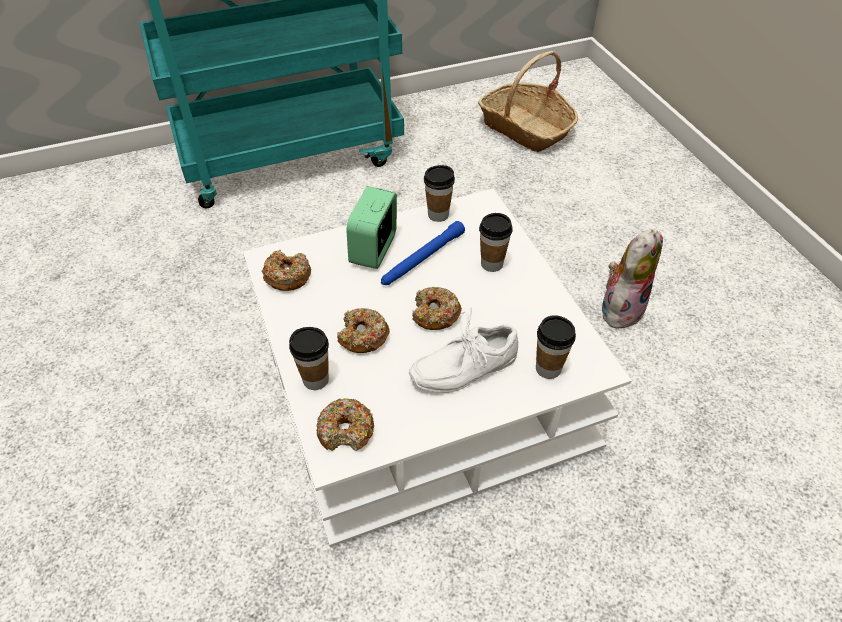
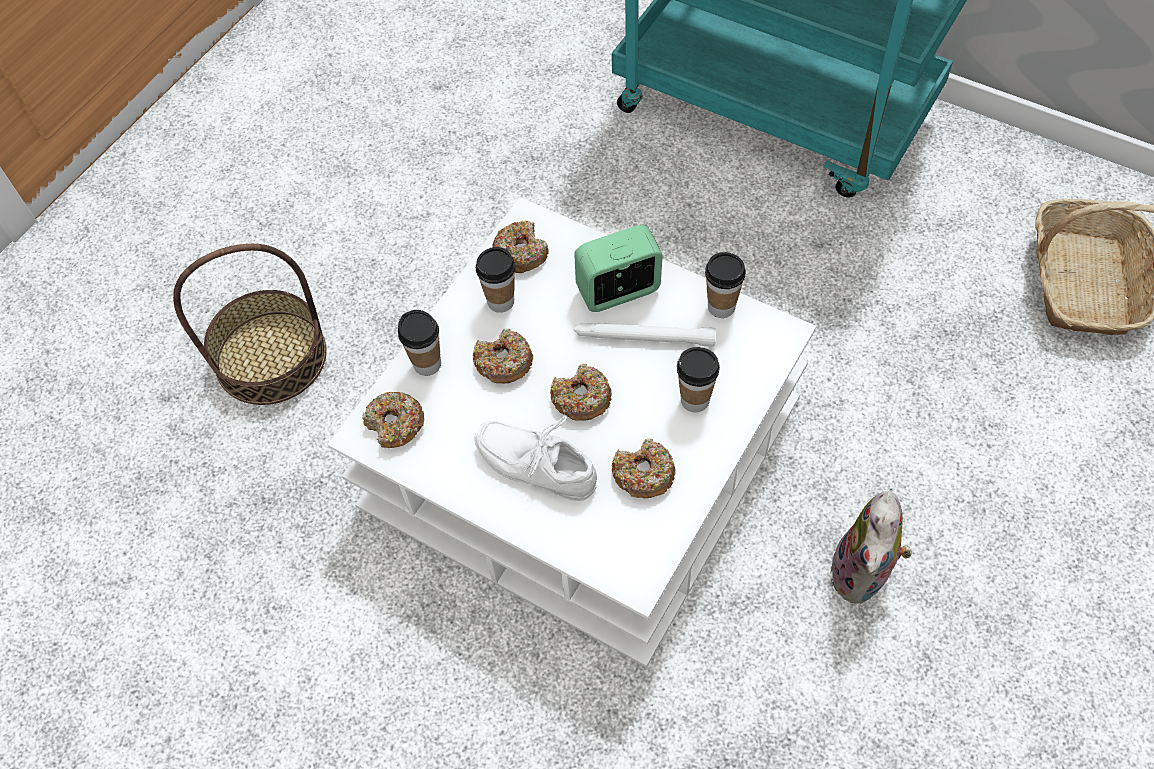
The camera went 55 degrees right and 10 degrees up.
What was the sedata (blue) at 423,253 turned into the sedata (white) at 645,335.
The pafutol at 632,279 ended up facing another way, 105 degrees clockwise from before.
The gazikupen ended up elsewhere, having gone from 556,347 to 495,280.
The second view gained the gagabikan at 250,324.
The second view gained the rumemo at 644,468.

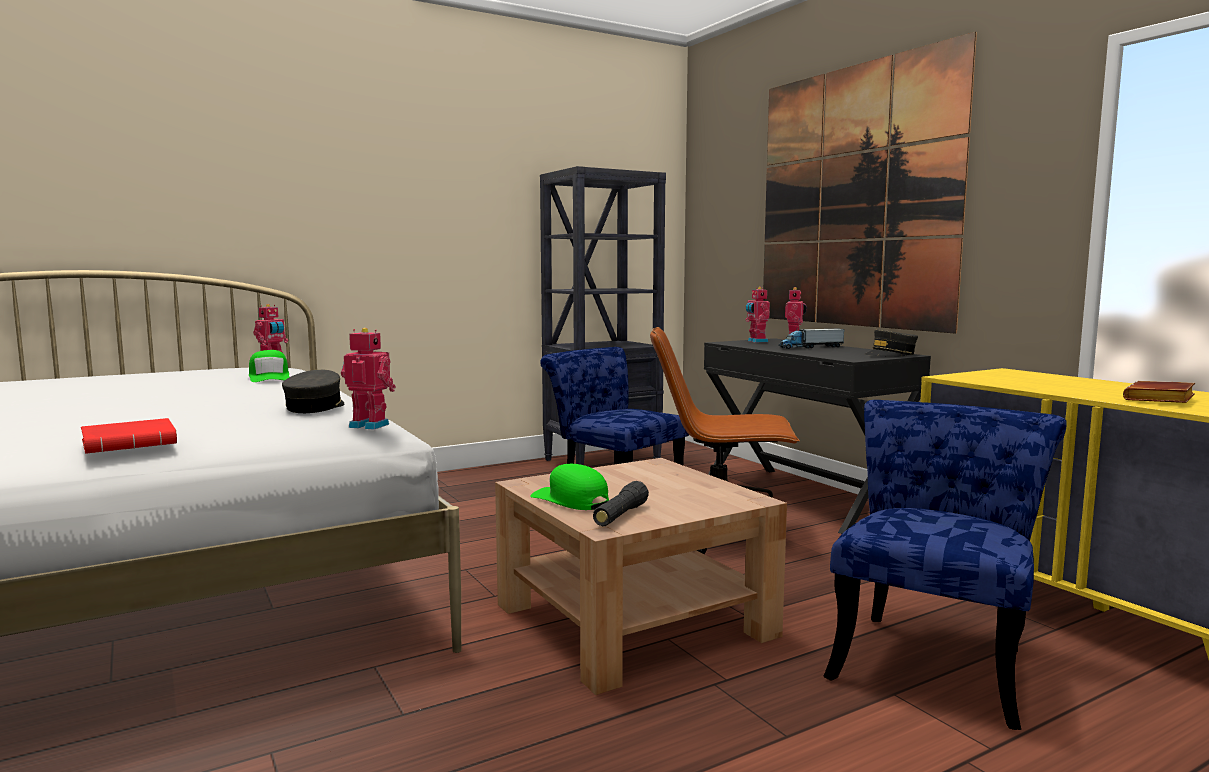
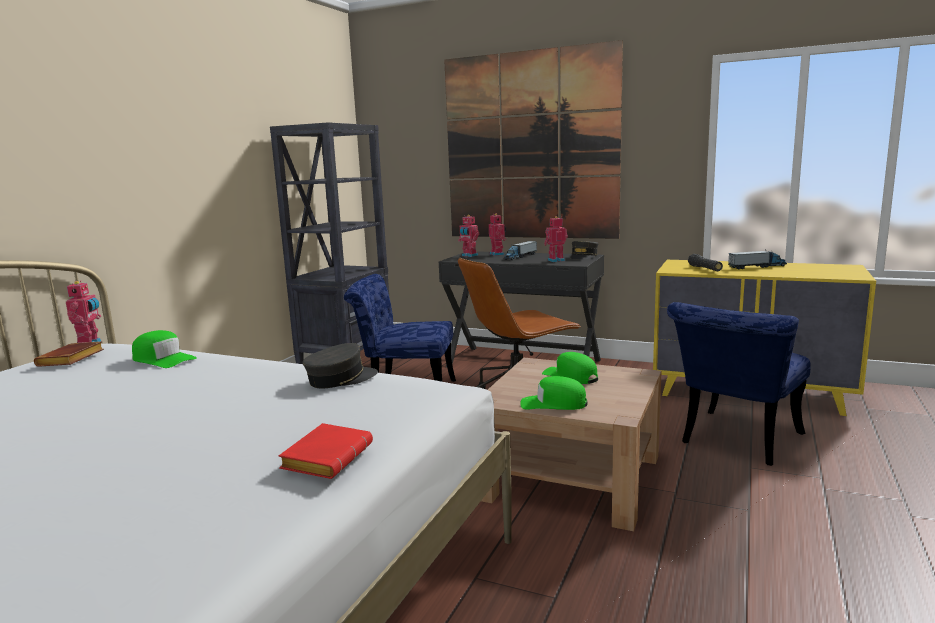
The camera went 35 degrees left and 5 degrees up.
The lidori ended up elsewhere, having gone from 368,379 to 556,239.
The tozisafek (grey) at 313,391 ended up facing another way, 90 degrees clockwise from before.
The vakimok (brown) ended up elsewhere, having gone from 1159,392 to 69,354.
The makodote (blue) at 945,565 ended up facing another way, 135 degrees counterclockwise from before.
The sedata (black) ended up elsewhere, having gone from 621,503 to 705,262.
The second view gained the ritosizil at 757,259.
The second view gained the tozisafek (green) at 570,368.

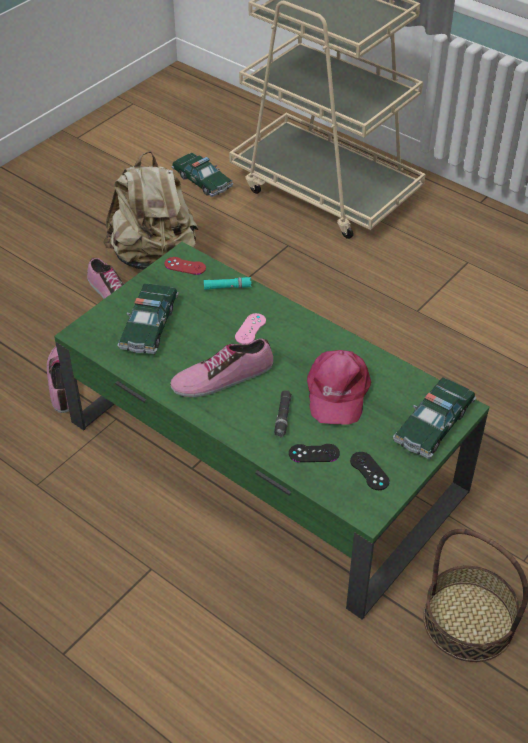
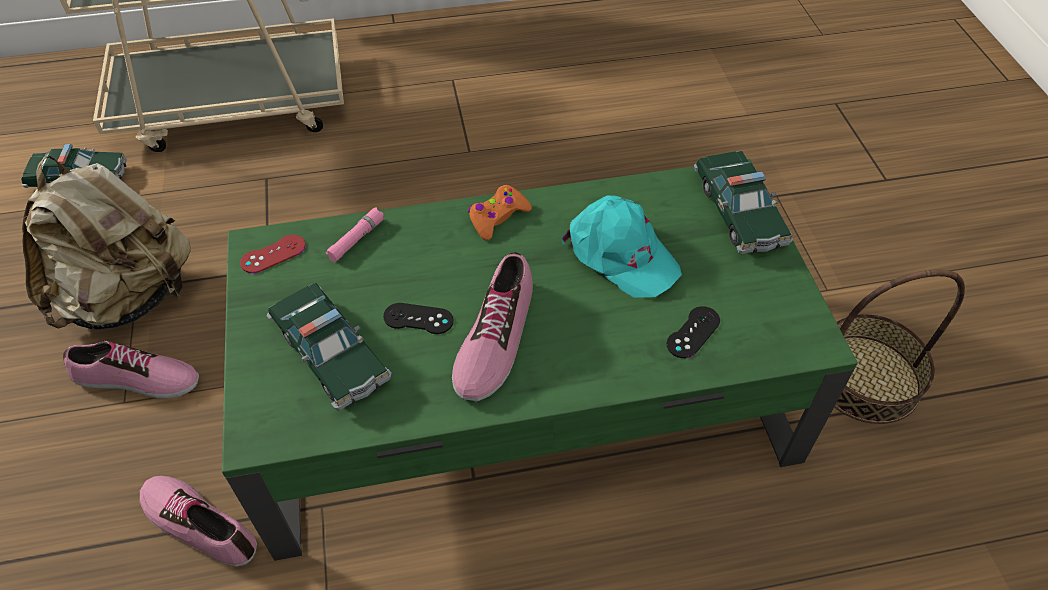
The camera went 50 degrees left and 5 degrees up.
What was the sedata (turquoise) at 227,283 turned into the sedata (pink) at 355,234.
The second view lost the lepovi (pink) at 250,328.
What was the tozisafek (pink) at 339,387 turned into the tozisafek (turquoise) at 622,246.
The second view lost the sedata (black) at 283,413.
The lepovi (black) ended up elsewhere, having gone from 370,471 to 418,318.
The second view gained the lepovi (orange) at 500,213.

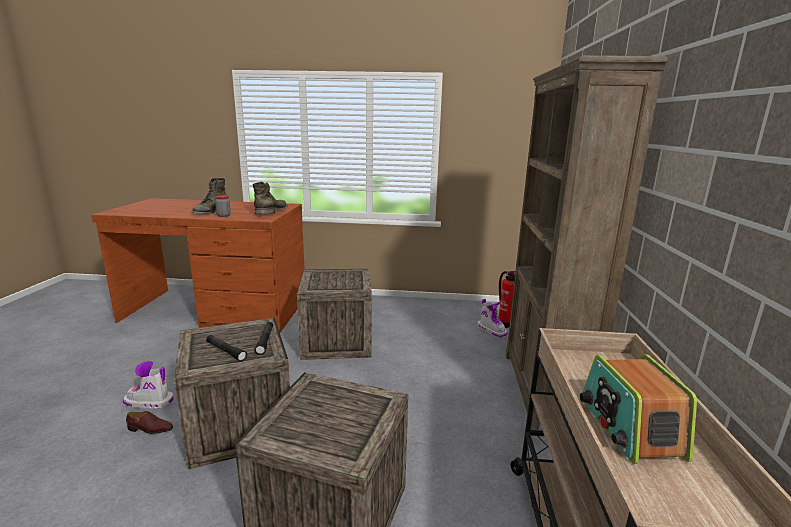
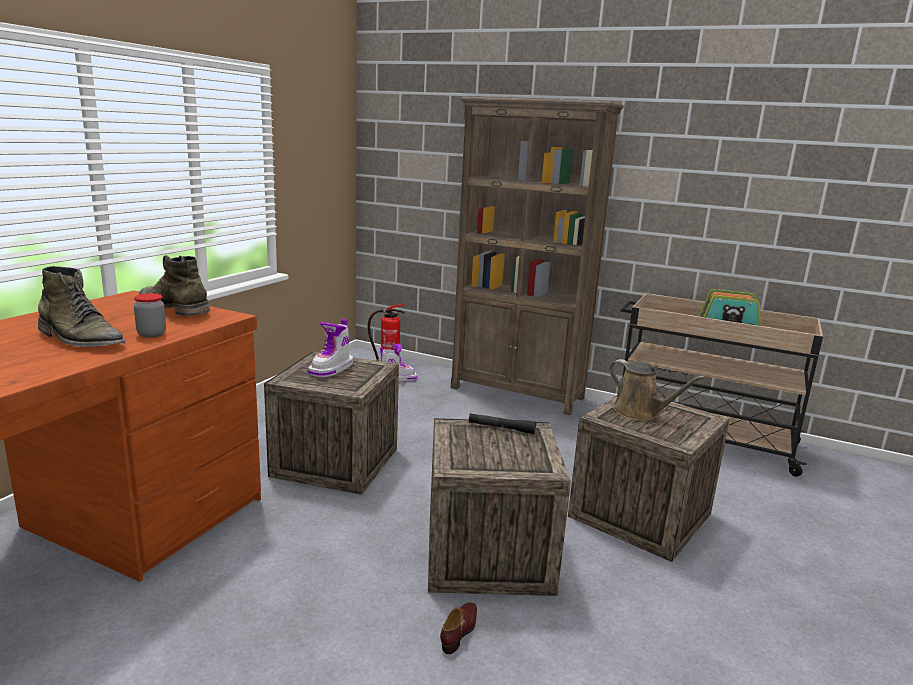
The camera went 70 degrees left and 0 degrees up.
The second view lost the sedata (black) at 226,348.
The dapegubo ended up elsewhere, having gone from 148,385 to 330,348.
The second view gained the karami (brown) at 657,390.

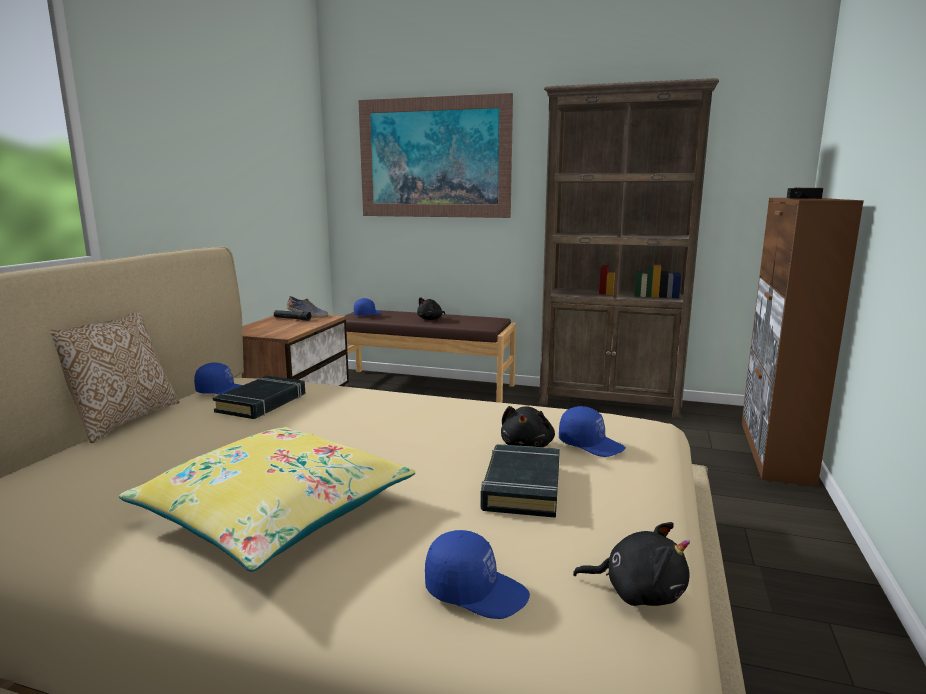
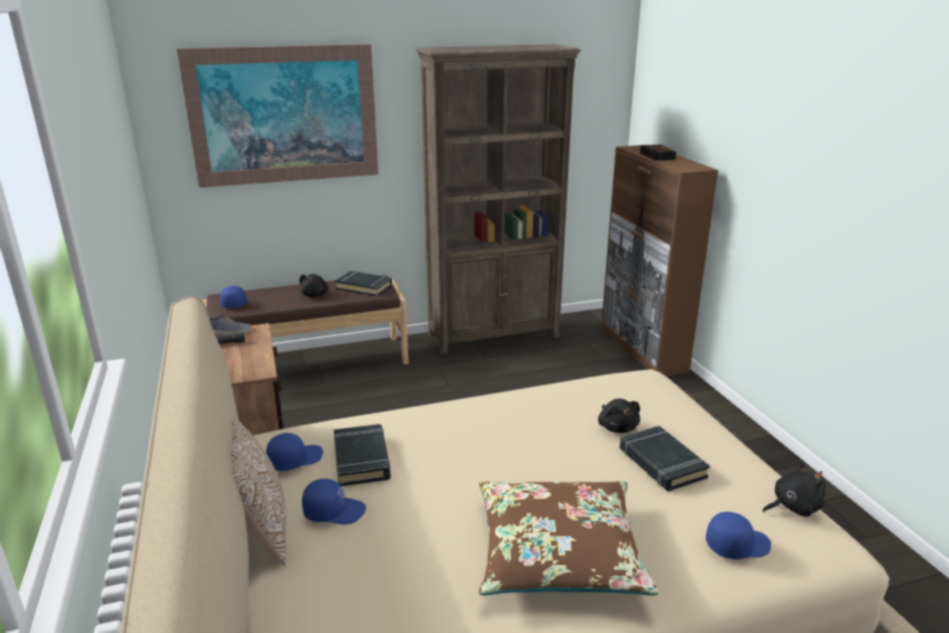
The camera went 35 degrees left and 10 degrees up.
The tozisafek (blue) ended up elsewhere, having gone from 592,431 to 334,501.
What was the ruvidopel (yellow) at 267,499 turned into the ruvidopel (brown) at 569,538.
The second view gained the vakimok (black) at 363,283.

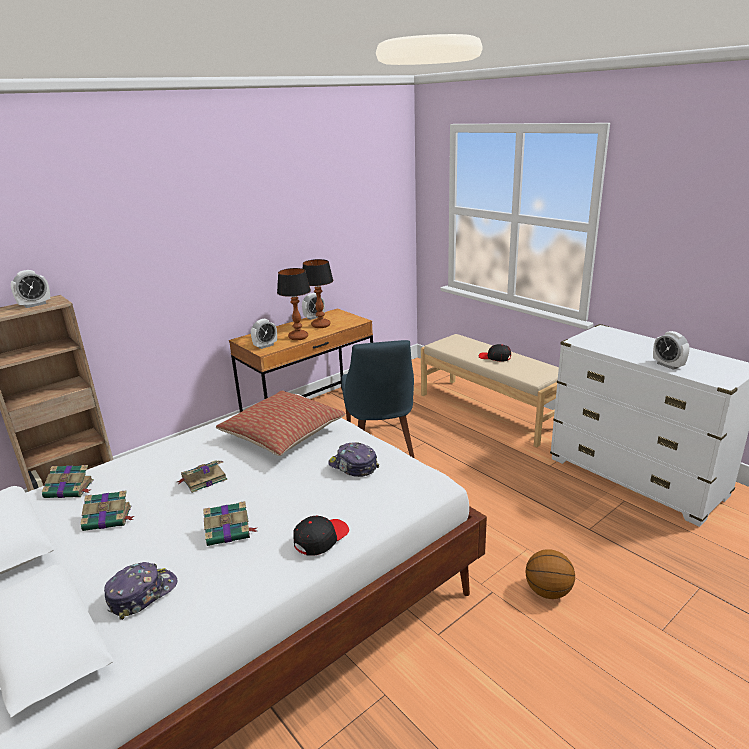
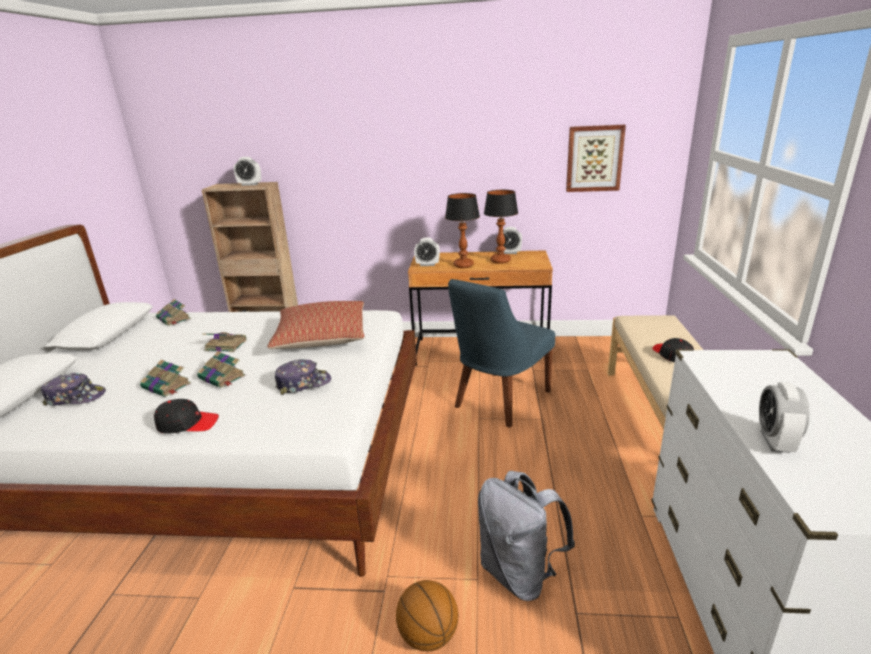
The camera went 45 degrees right and 0 degrees up.
The tozisafek at 353,459 ended up facing another way, 75 degrees clockwise from before.
The vakimok ended up elsewhere, having gone from 107,510 to 221,369.
The second view gained the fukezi at 596,158.
The second view gained the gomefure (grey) at 526,536.

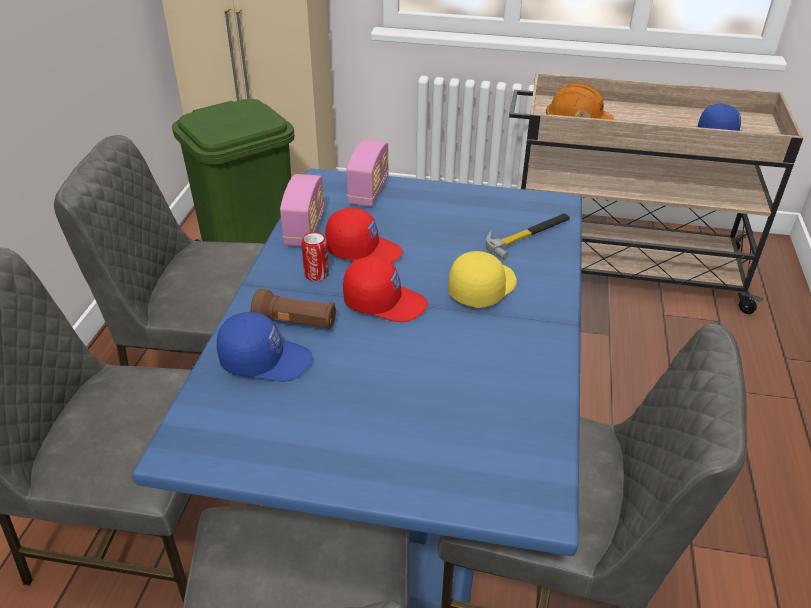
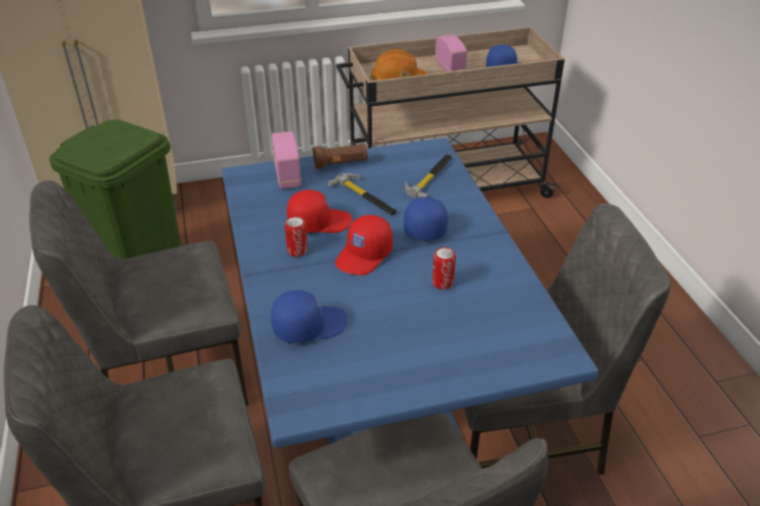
The camera went 25 degrees left and 0 degrees up.
The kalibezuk ended up elsewhere, having gone from 302,210 to 451,53.
What was the tozisafek (yellow) at 482,279 turned into the tozisafek (blue) at 426,218.
The tozisafek (red) at 385,289 ended up facing another way, 135 degrees clockwise from before.
The sedata (brown) ended up elsewhere, having gone from 293,309 to 340,156.
The second view gained the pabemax at 362,194.
The second view gained the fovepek at 444,268.

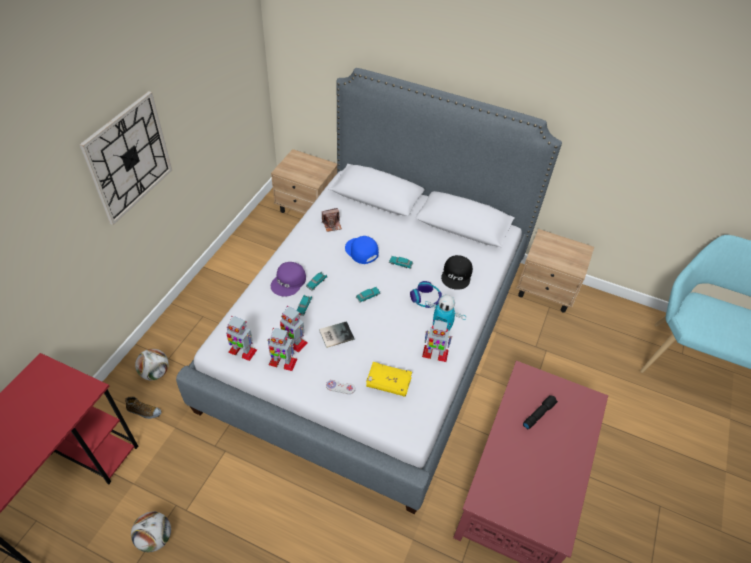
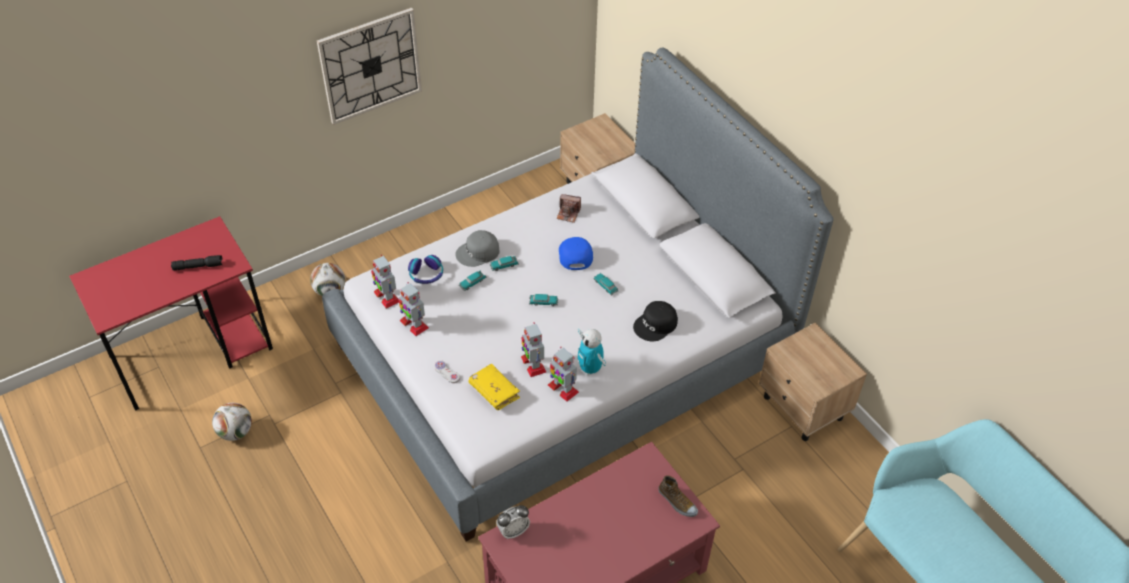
The camera went 35 degrees right and 0 degrees up.
What was the tozisafek (purple) at 288,279 turned into the tozisafek (grey) at 477,248.
The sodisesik ended up elsewhere, having gone from 426,294 to 425,269.
The lidori ended up elsewhere, having gone from 294,329 to 533,349.
The second view lost the vakimok at 336,334.
The sedata (black) ended up elsewhere, having gone from 540,412 to 197,262.
The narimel ended up elsewhere, having gone from 143,407 to 678,496.
The second view gained the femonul at 513,522.

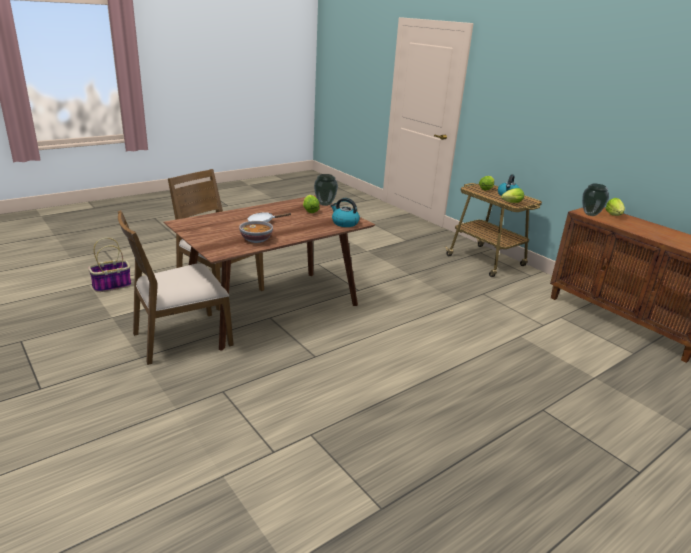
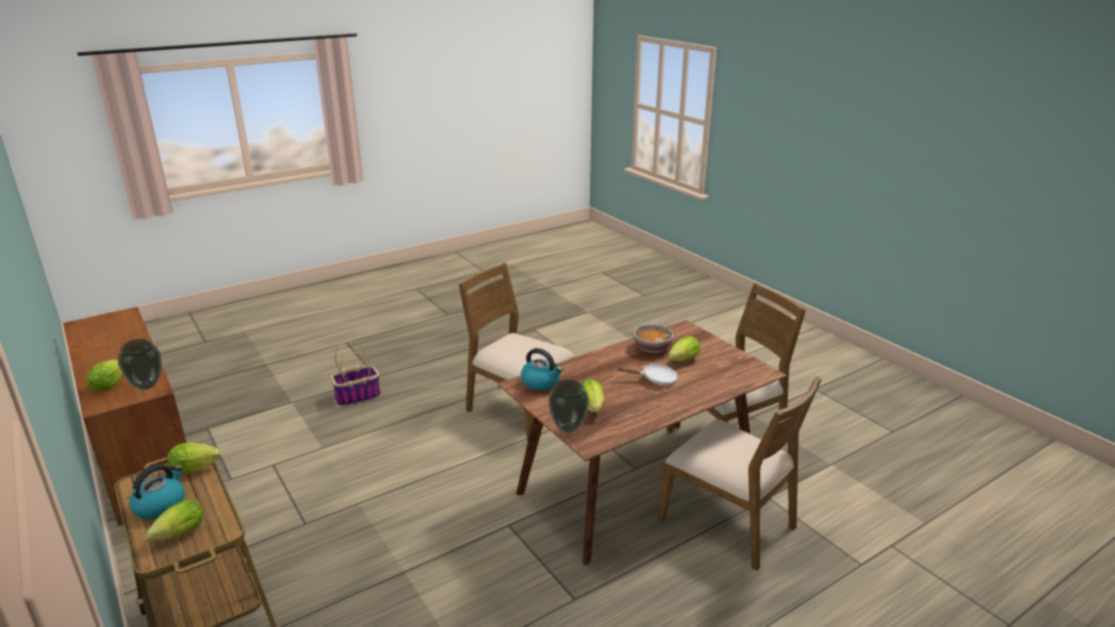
The camera went 175 degrees left and 0 degrees up.
The gagabikan ended up elsewhere, having gone from 110,265 to 356,374.
The second view gained the makodote (brown) at 517,353.
The second view gained the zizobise at 684,348.

